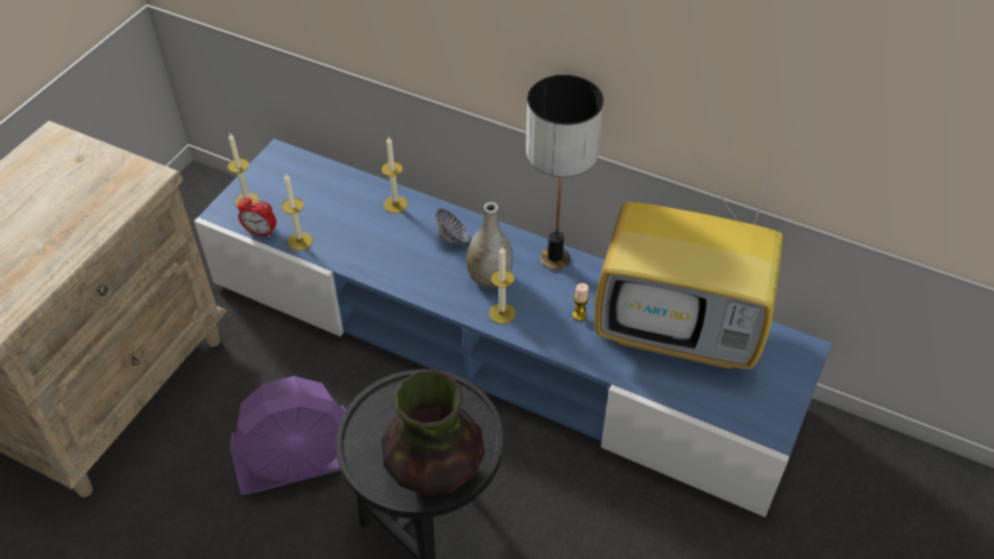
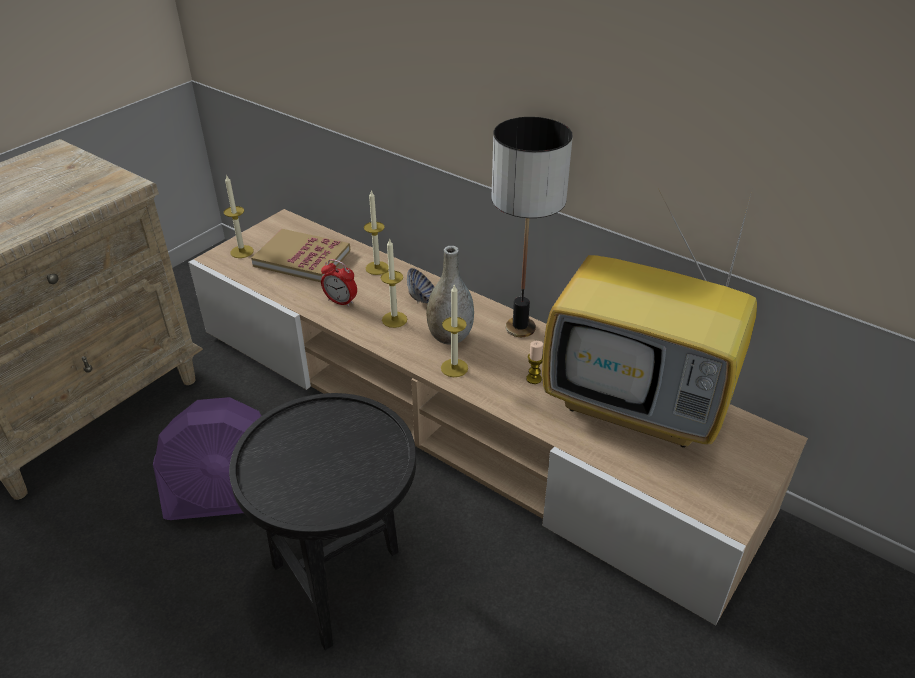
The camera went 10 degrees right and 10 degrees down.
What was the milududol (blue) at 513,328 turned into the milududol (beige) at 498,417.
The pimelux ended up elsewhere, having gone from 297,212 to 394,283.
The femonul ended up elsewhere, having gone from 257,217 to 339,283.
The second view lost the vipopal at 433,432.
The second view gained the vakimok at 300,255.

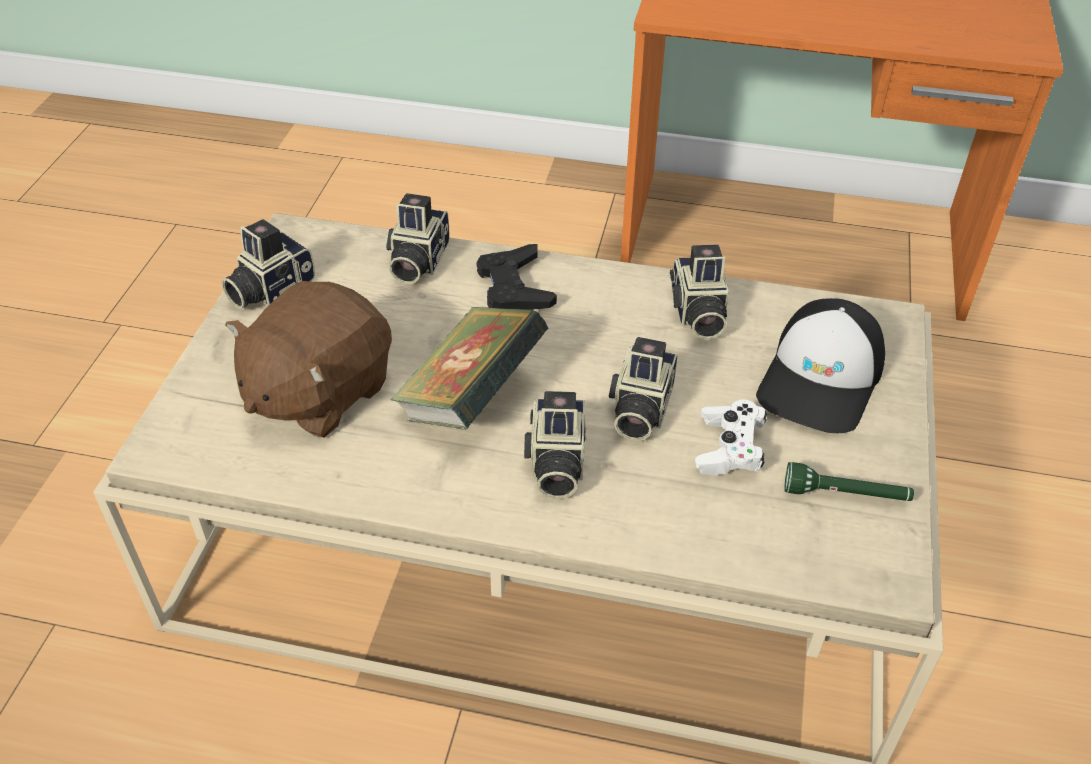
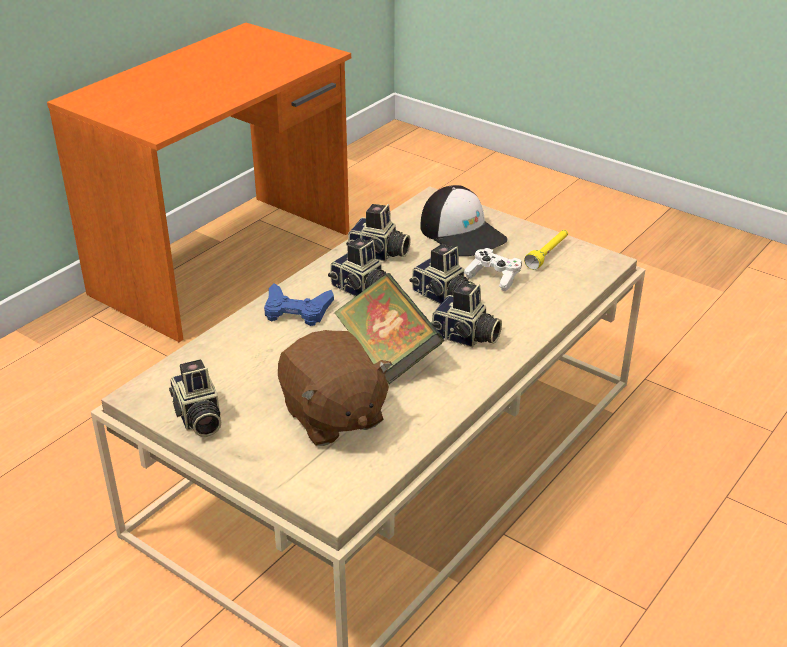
The camera went 65 degrees left and 10 degrees down.
The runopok ended up elsewhere, having gone from 418,238 to 357,267.
What was the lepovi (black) at 517,276 turned into the lepovi (blue) at 299,305.
What was the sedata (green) at 849,481 turned into the sedata (yellow) at 546,250.

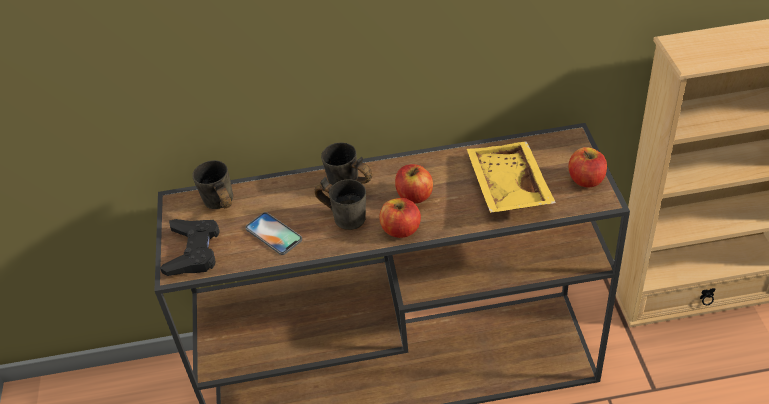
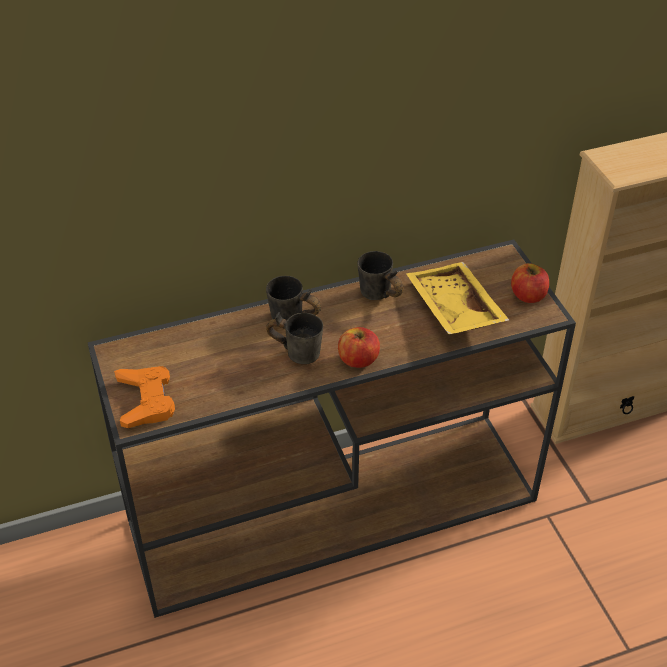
The camera went 15 degrees left and 0 degrees up.
The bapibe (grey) ended up elsewhere, having gone from 212,184 to 380,275.
The second view lost the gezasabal at 414,184.
The second view lost the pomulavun at 273,233.
What was the lepovi (black) at 190,247 turned into the lepovi (orange) at 144,397.

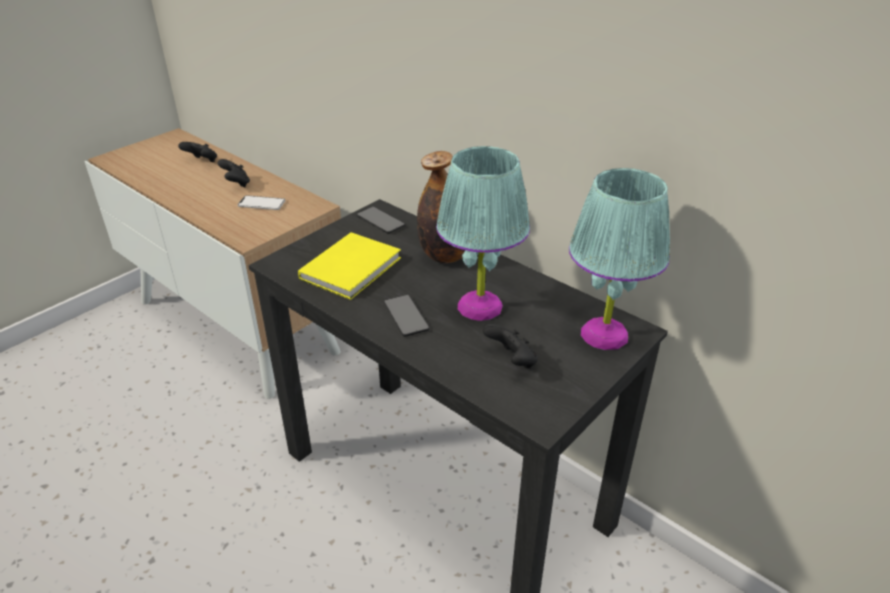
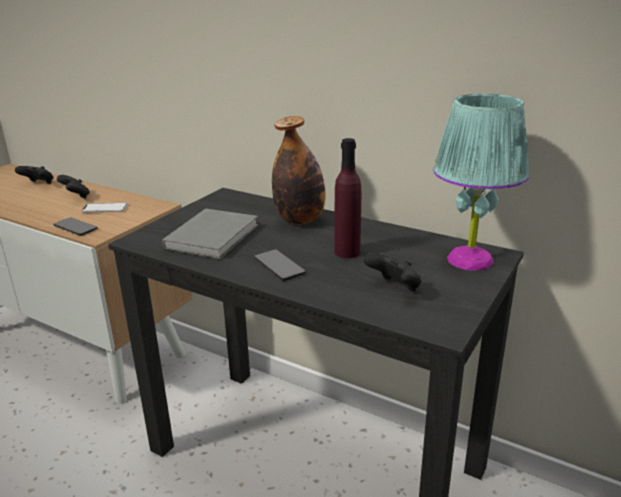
The camera went 10 degrees left and 10 degrees down.
Where the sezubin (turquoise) stood at 483,233, the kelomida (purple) came to stand at 347,198.
The pomulavun ended up elsewhere, having gone from 381,220 to 76,226.
What was the vakimok (yellow) at 349,266 turned into the vakimok (grey) at 210,234.

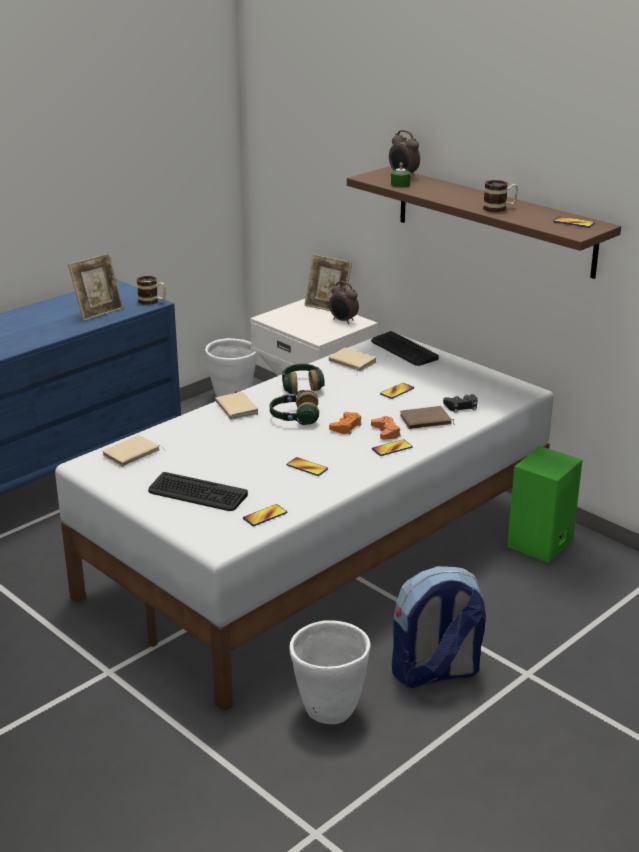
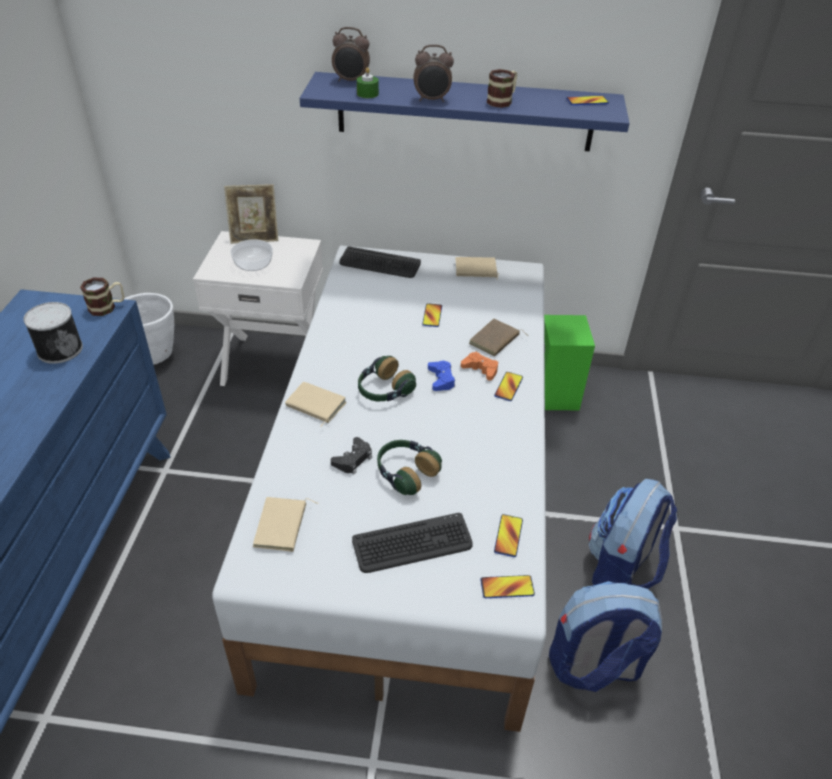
The camera went 40 degrees left and 15 degrees up.
What was the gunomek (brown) at 484,222 turned into the gunomek (blue) at 465,111.
Where the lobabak stood at 96,287, the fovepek came to stand at 53,333.
The femonul ended up elsewhere, having gone from 344,302 to 433,73.
The vakimok (beige) ended up elsewhere, having gone from 352,359 to 477,268.
The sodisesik ended up elsewhere, having gone from 303,379 to 409,467.
The lepovi (black) ended up elsewhere, having gone from 460,403 to 351,455.
What was the lepovi (orange) at 345,423 turned into the lepovi (blue) at 441,376.
The pomulavun ended up elsewhere, having gone from 307,466 to 507,586.
Where the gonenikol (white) stood at 329,672, the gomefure came to stand at 605,636.
The second view gained the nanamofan at 252,255.

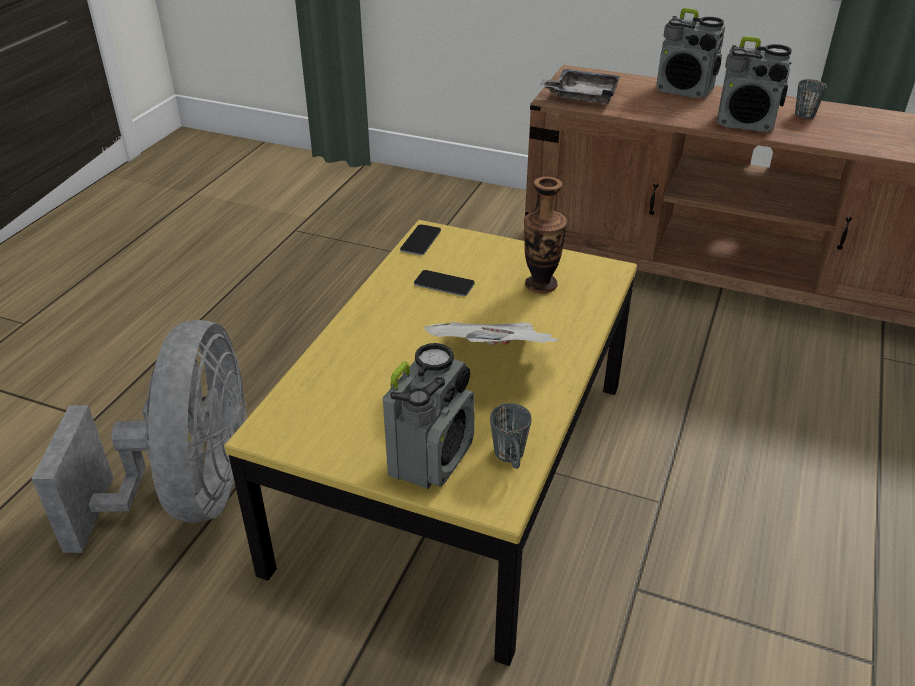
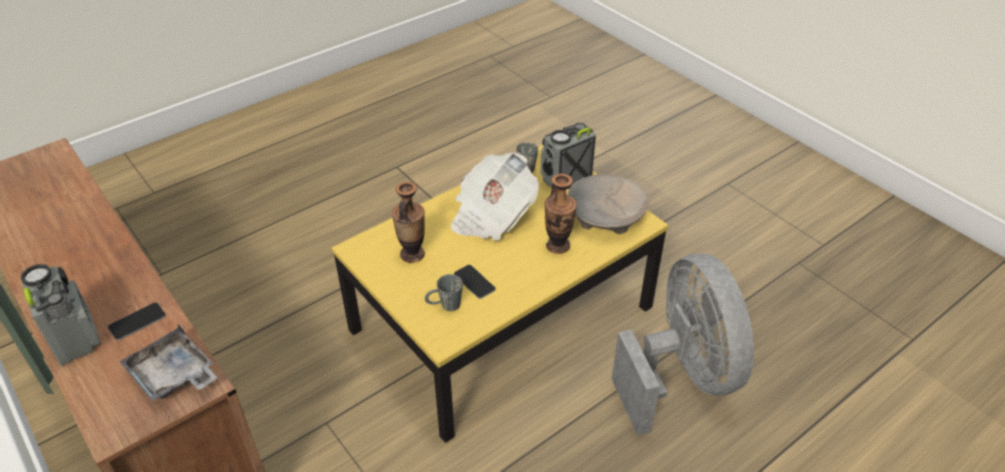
The camera went 150 degrees left and 5 degrees up.
The second view lost the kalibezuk at 754,84.
The bapibe (grey) ended up elsewhere, having gone from 811,99 to 444,292.
The pomulavun ended up elsewhere, having gone from 420,239 to 137,321.
The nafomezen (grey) at 139,436 ended up facing another way, 135 degrees clockwise from before.
The second view gained the vipopal at 561,214.
The second view gained the nanamofan (beige) at 608,204.

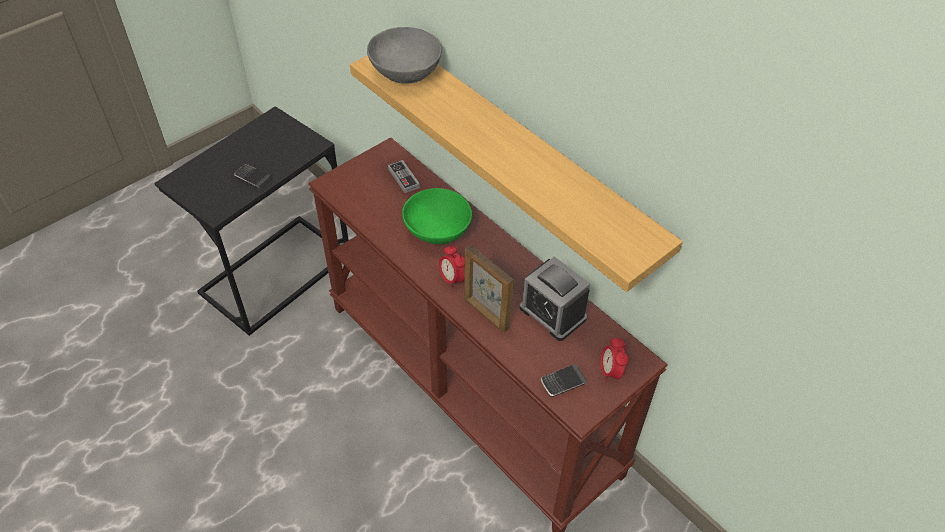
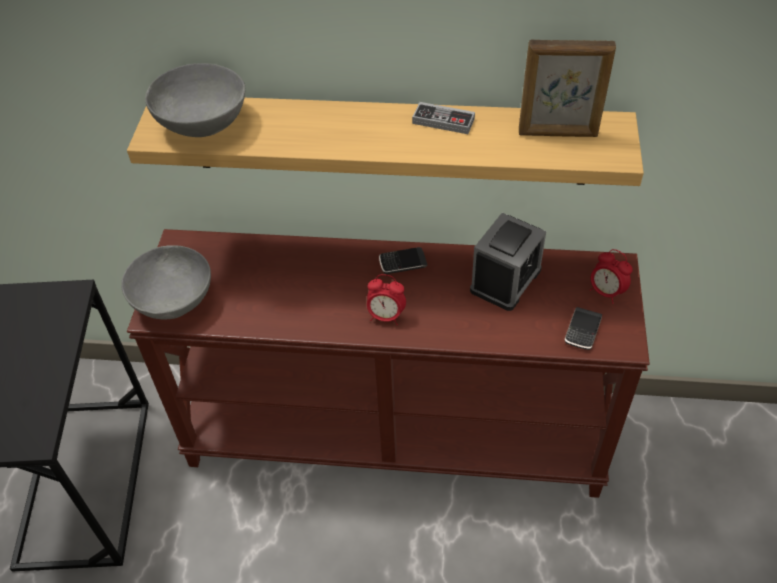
The camera went 40 degrees left and 0 degrees up.
The lepovi ended up elsewhere, having gone from 404,176 to 443,118.
The pomulavun ended up elsewhere, having gone from 252,176 to 403,260.
The second view lost the nanamofan (green) at 437,216.
The lobabak ended up elsewhere, having gone from 489,288 to 567,88.
The femonul at 555,298 ended up facing another way, 60 degrees counterclockwise from before.
The second view gained the nanamofan (grey) at 166,282.

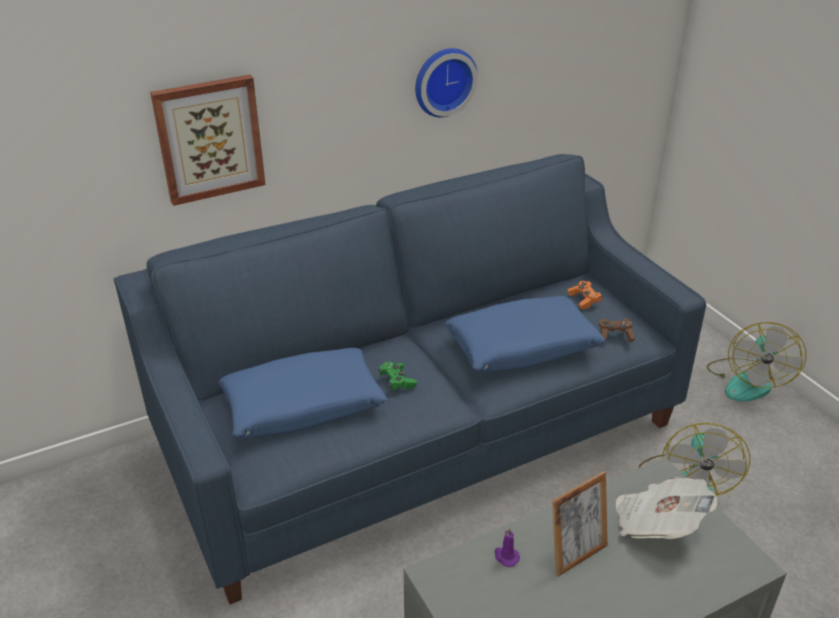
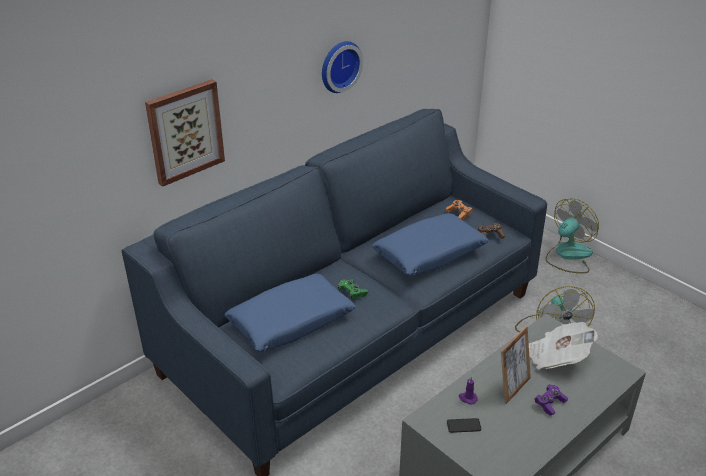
The camera went 15 degrees left and 0 degrees up.
The nafomezen at 756,362 ended up facing another way, 135 degrees counterclockwise from before.
The second view gained the lepovi (purple) at 551,400.
The second view gained the pomulavun at 464,425.

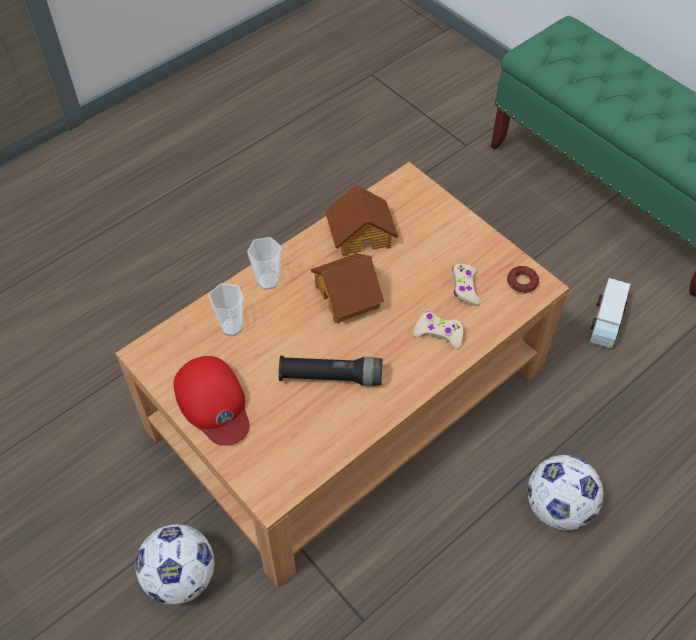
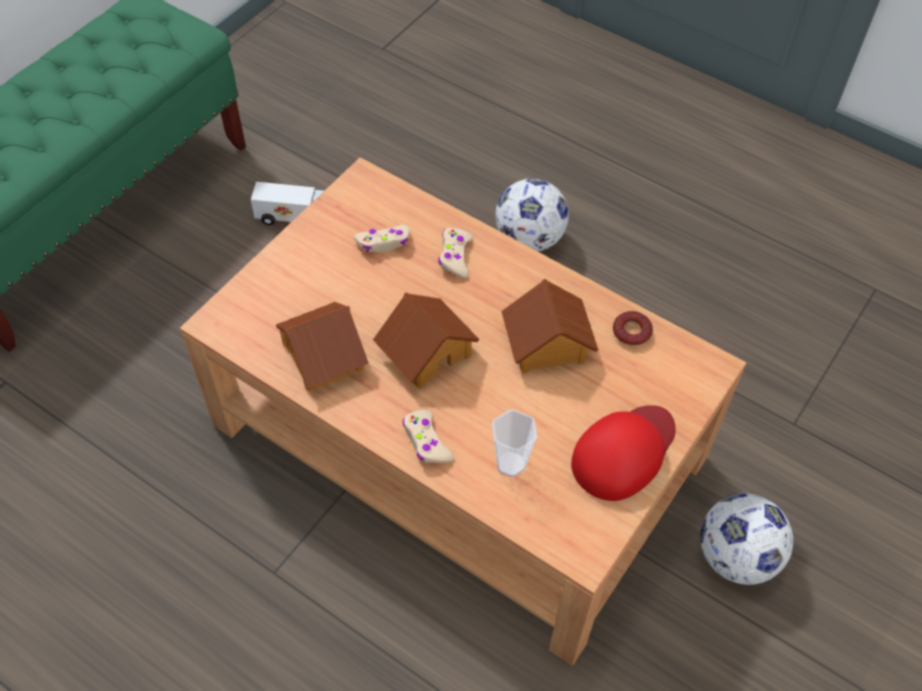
The camera went 105 degrees left and 0 degrees up.
Where the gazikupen stood at 264,263, the lepovi (beige) came to stand at 428,436.
The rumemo ended up elsewhere, having gone from 523,280 to 633,328.
Where the sedata (black) stood at 330,371, the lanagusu came to stand at 549,326.

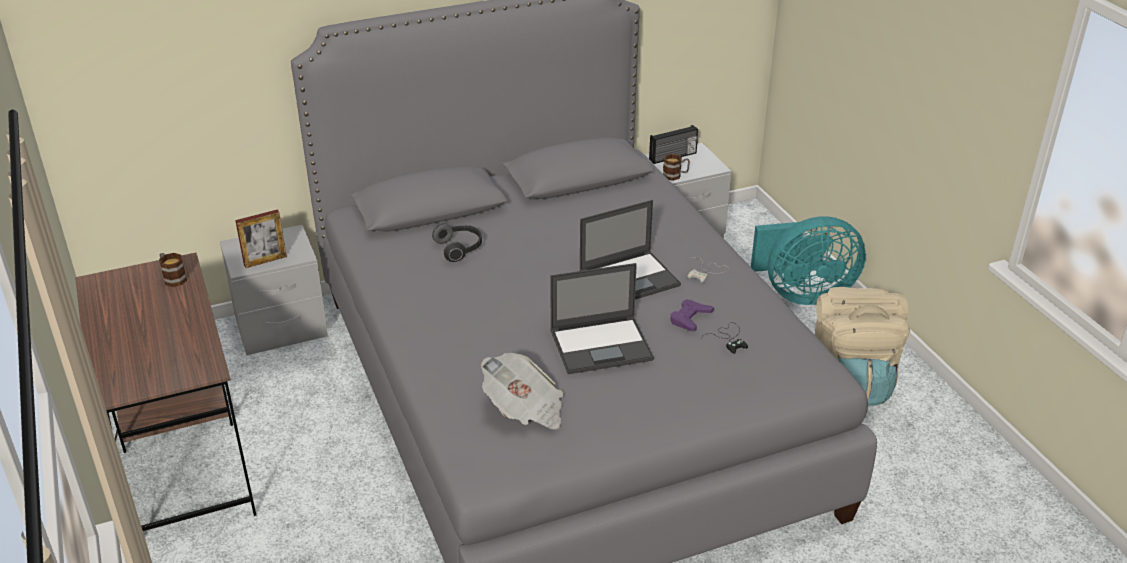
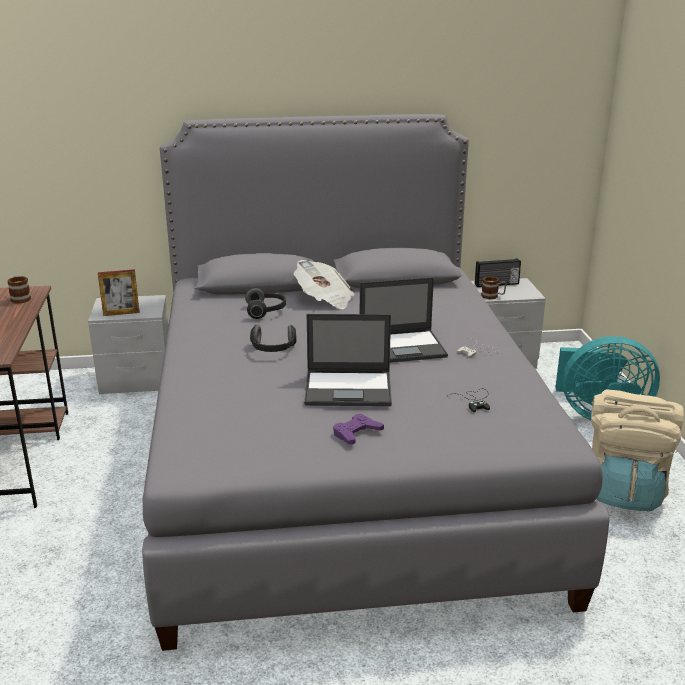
The camera went 15 degrees right and 10 degrees down.
The lepovi (purple) ended up elsewhere, having gone from 692,315 to 358,429.
The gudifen ended up elsewhere, having gone from 522,391 to 324,284.
The second view gained the sodisesik at 273,338.

